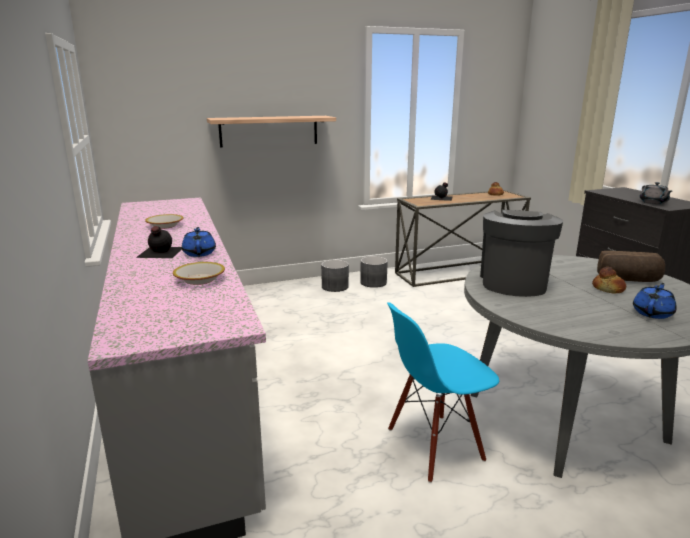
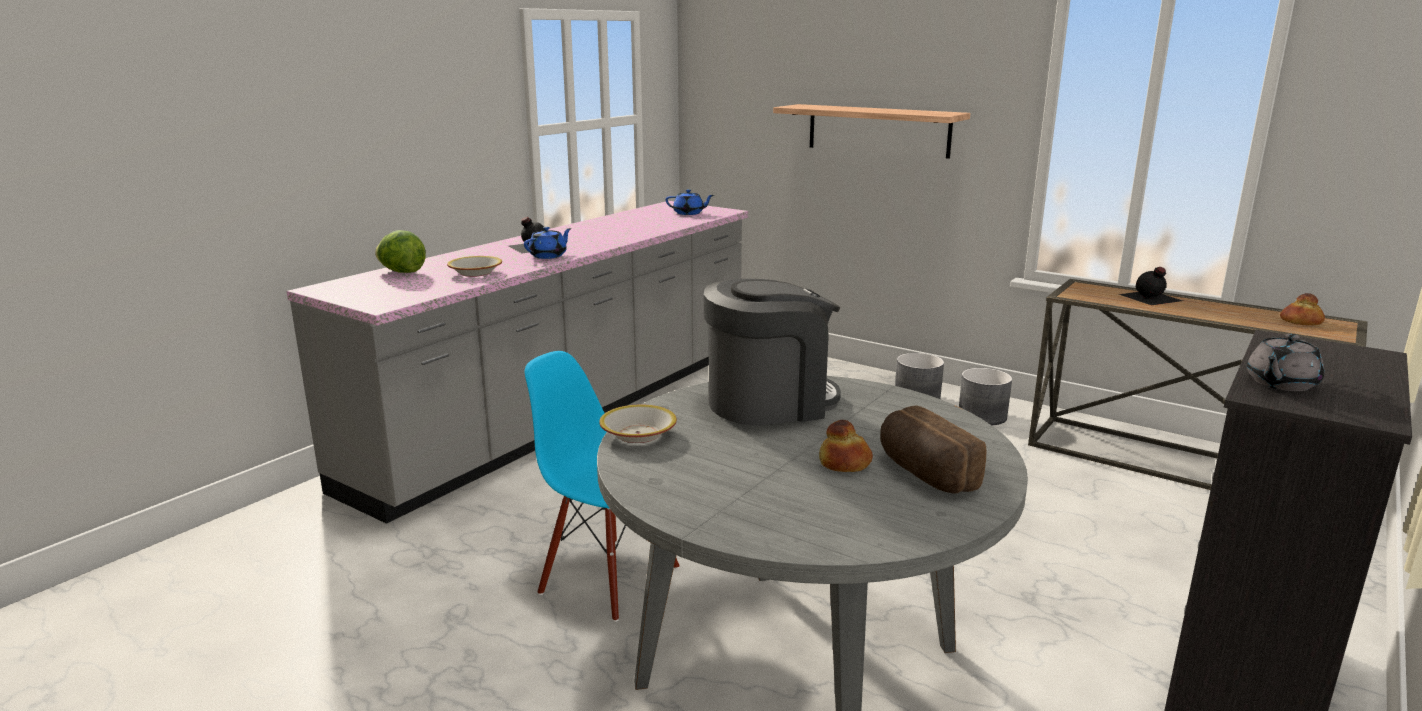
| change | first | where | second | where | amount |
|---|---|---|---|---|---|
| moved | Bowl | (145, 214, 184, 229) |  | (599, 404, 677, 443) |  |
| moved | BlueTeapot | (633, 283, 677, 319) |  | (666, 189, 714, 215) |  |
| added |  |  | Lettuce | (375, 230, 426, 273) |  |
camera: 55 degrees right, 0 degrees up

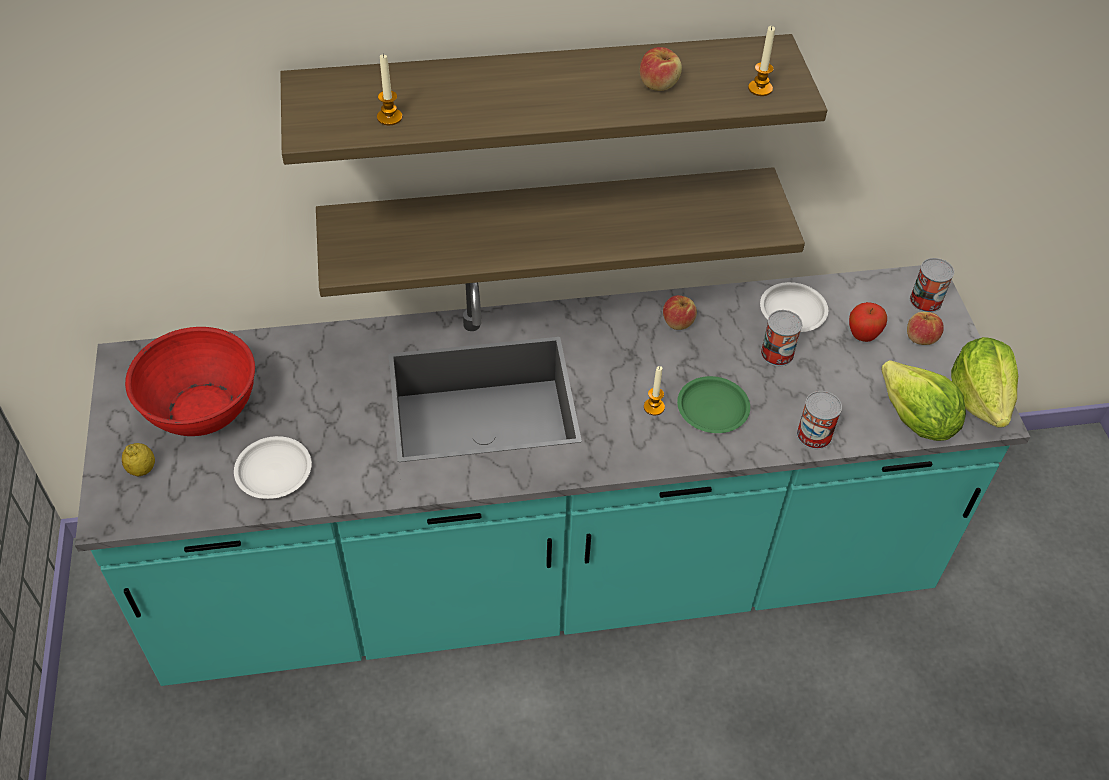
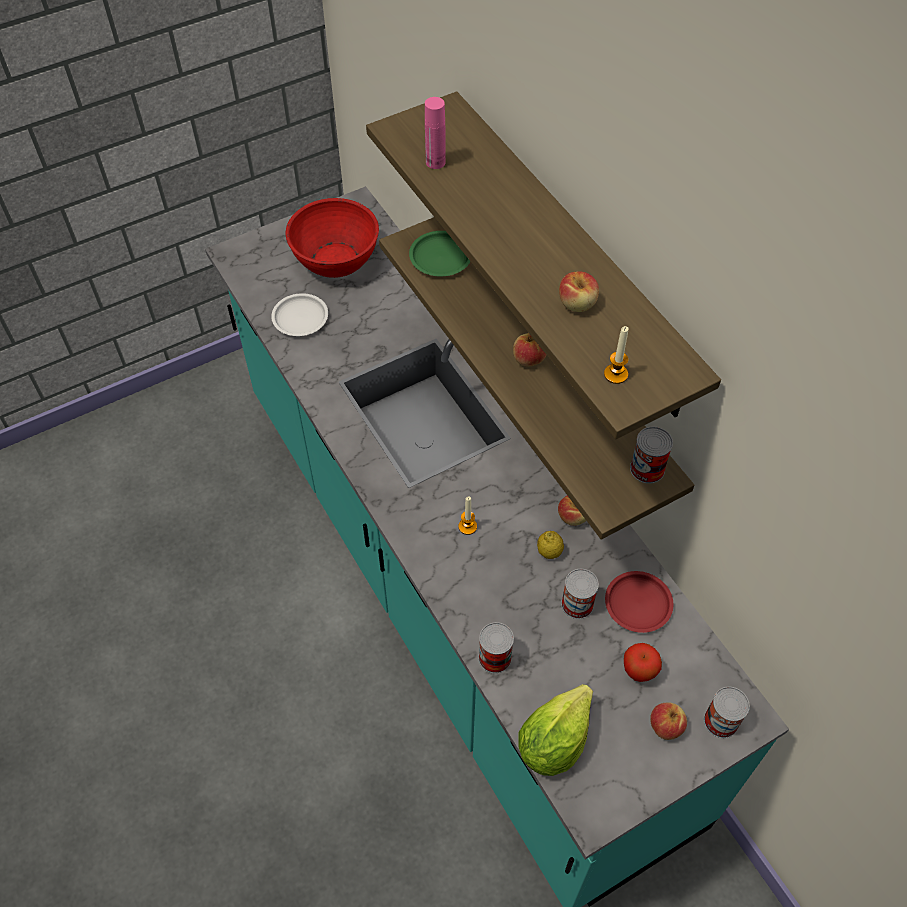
| change | first | where | second | where | amount |
|---|---|---|---|---|---|
| moved | Lemon | (122, 443, 155, 476) |  | (537, 531, 564, 559) |  |
| replaced | Candle | (377, 54, 402, 125) | PinkBottle | (425, 97, 446, 169) |  |
| moved | GreenPlate | (677, 376, 750, 433) |  | (409, 231, 471, 276) |  |
| recoloured | WhitePlate | (760, 282, 828, 332) | RedPlate | (605, 571, 673, 633) |  |
| removed | Lettuce | (951, 337, 1018, 427) |  |  |  |
| added |  |  | Apple | (513, 333, 546, 366) |  |
| added |  |  | Can | (630, 426, 673, 483) |  |
camera: 70 degrees right, 5 degrees up

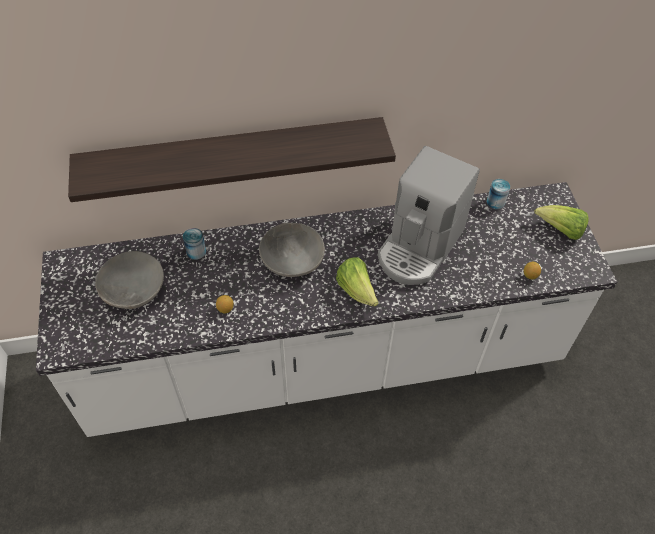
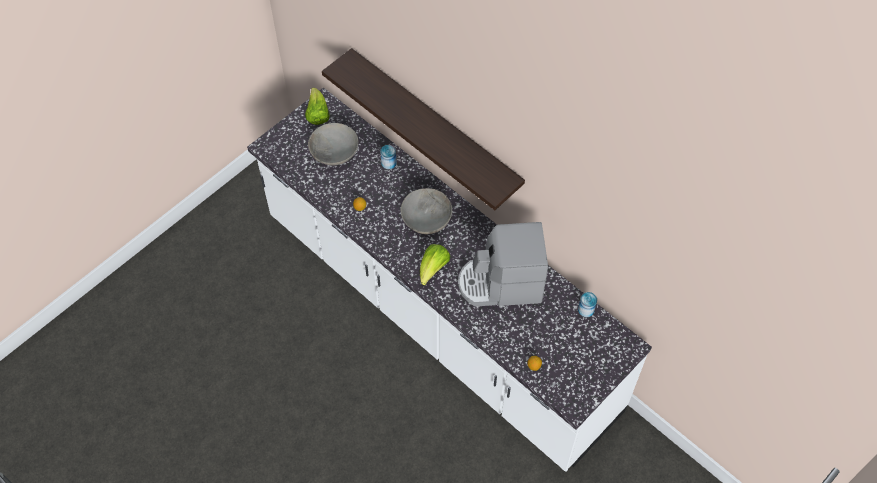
| change | first | where | second | where | amount |
|---|---|---|---|---|---|
| moved | Lettuce | (535, 205, 589, 240) |  | (305, 87, 330, 125) |  |
camera: 55 degrees right, 5 degrees up

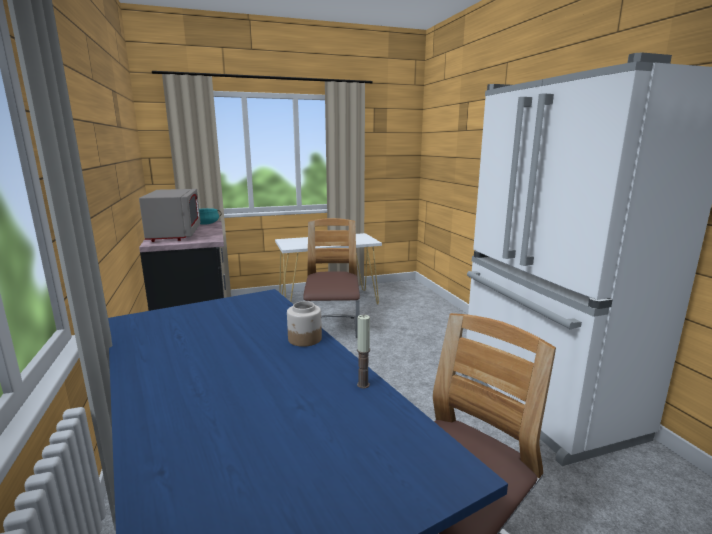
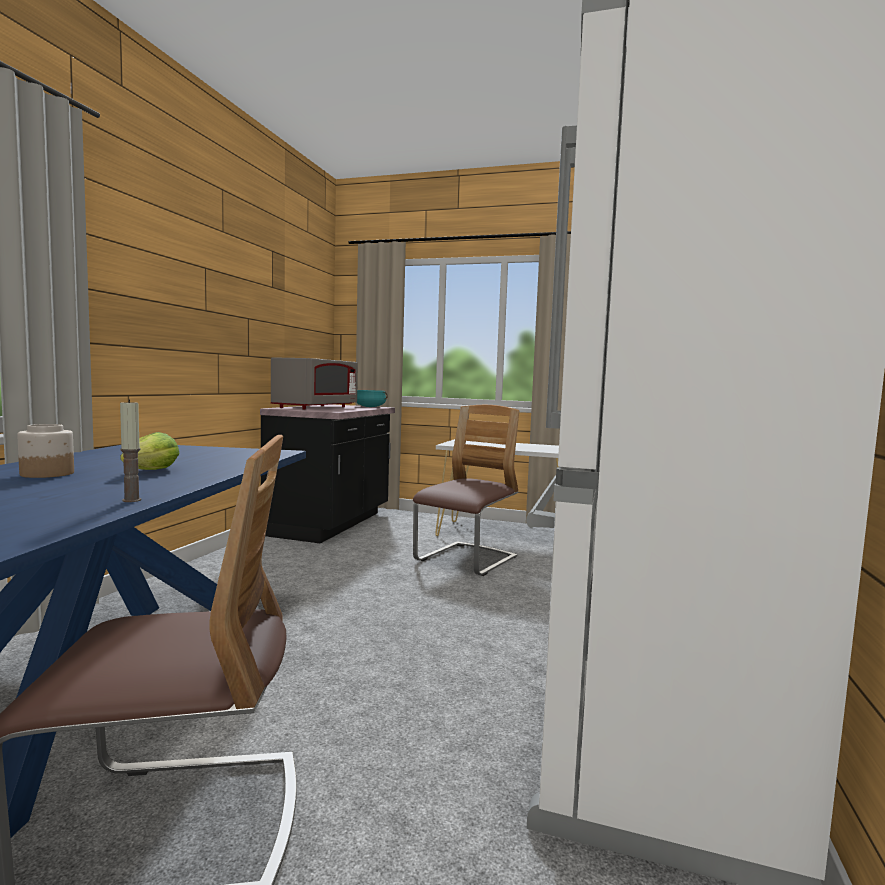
| change | first | where | second | where | amount |
|---|---|---|---|---|---|
| moved | Jar | (287, 301, 322, 347) |  | (17, 424, 74, 478) |  |
| added |  |  | Lettuce | (121, 432, 180, 470) |  |
camera: 35 degrees right, 10 degrees down

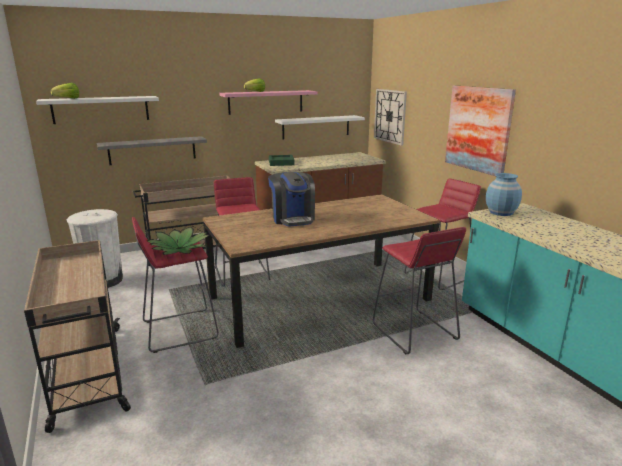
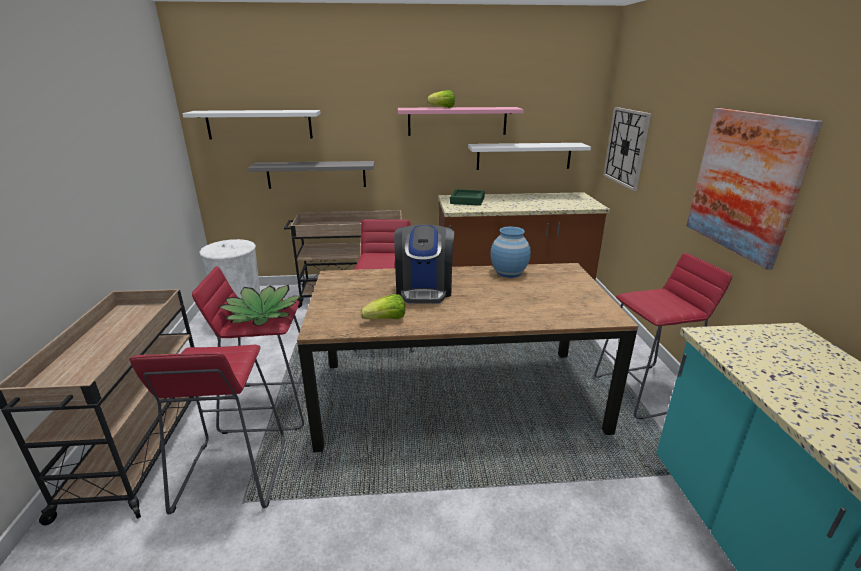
| change | first | where | second | where | amount |
|---|---|---|---|---|---|
| moved | Lettuce | (51, 83, 79, 99) |  | (361, 294, 405, 319) |  |
| moved | RedStool | (373, 227, 466, 355) |  | (129, 345, 285, 515) |  |
| moved | BlueVase | (486, 173, 522, 216) |  | (490, 227, 531, 278) |  |
camera: 20 degrees right, 5 degrees up

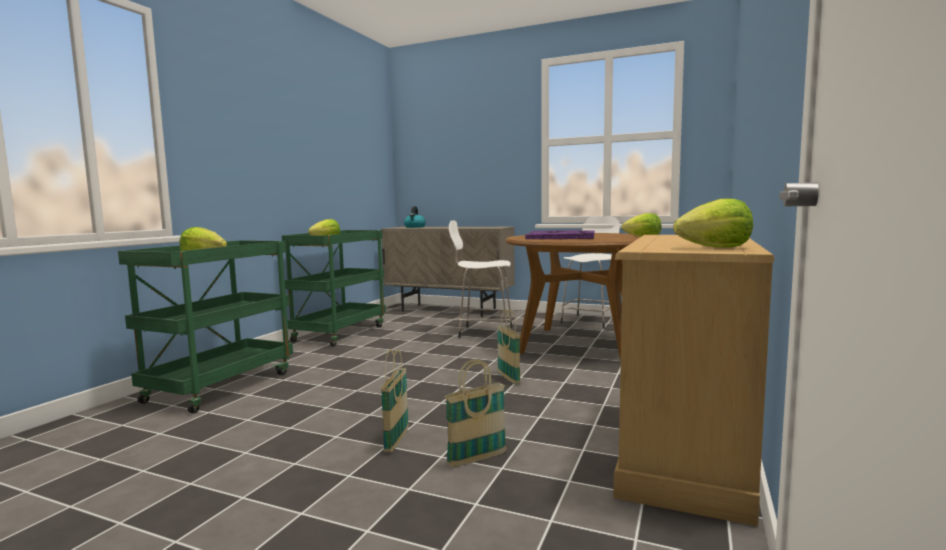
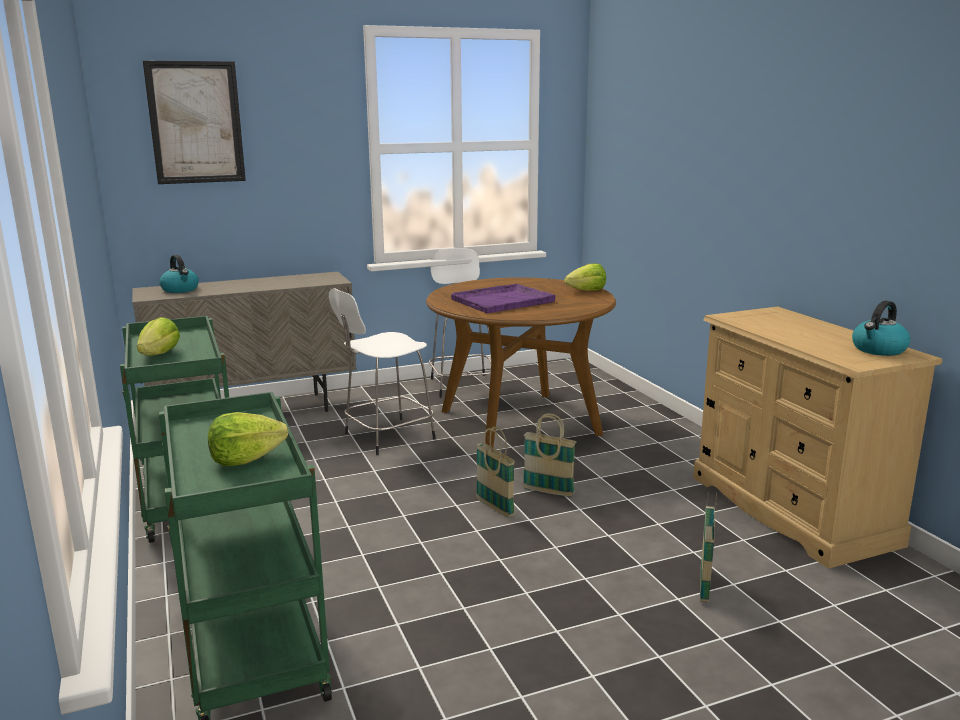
| change | first | where | second | where | amount |
|---|---|---|---|---|---|
| moved | Basket | (381, 349, 409, 452) |  | (476, 427, 515, 517) |  |
| replaced | Lettuce | (674, 199, 753, 248) | Kettle | (852, 300, 910, 356) |  |
| added |  |  | Picture | (143, 61, 246, 184) |  |
camera: 45 degrees left, 10 degrees up

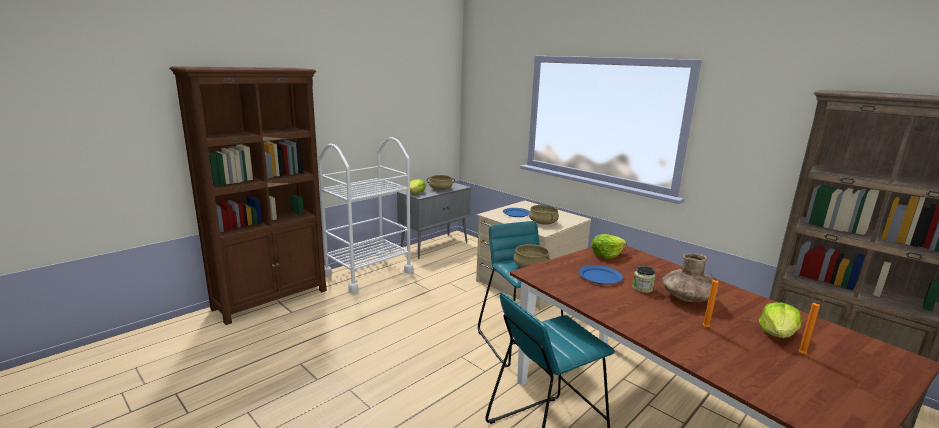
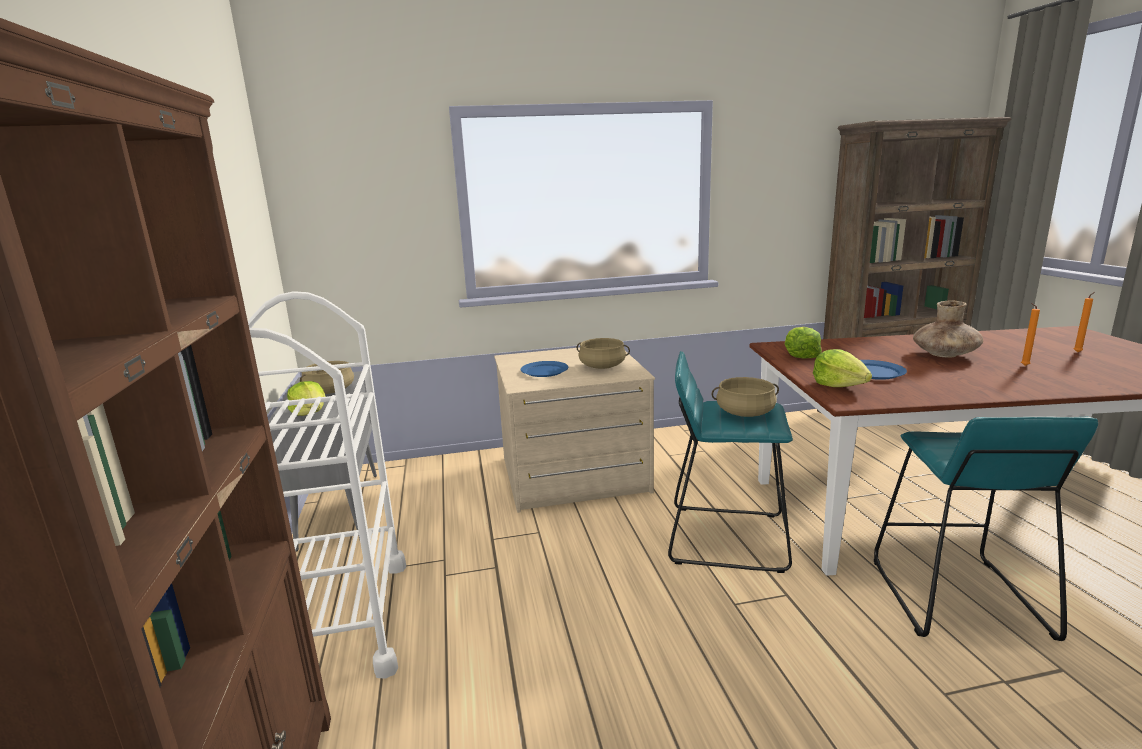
| change | first | where | second | where | amount |
|---|---|---|---|---|---|
| removed | Jar | (633, 266, 655, 293) |  |  |  |
| moved | Lettuce | (759, 303, 801, 338) |  | (813, 349, 872, 387) |  |
camera: 55 degrees left, 0 degrees up

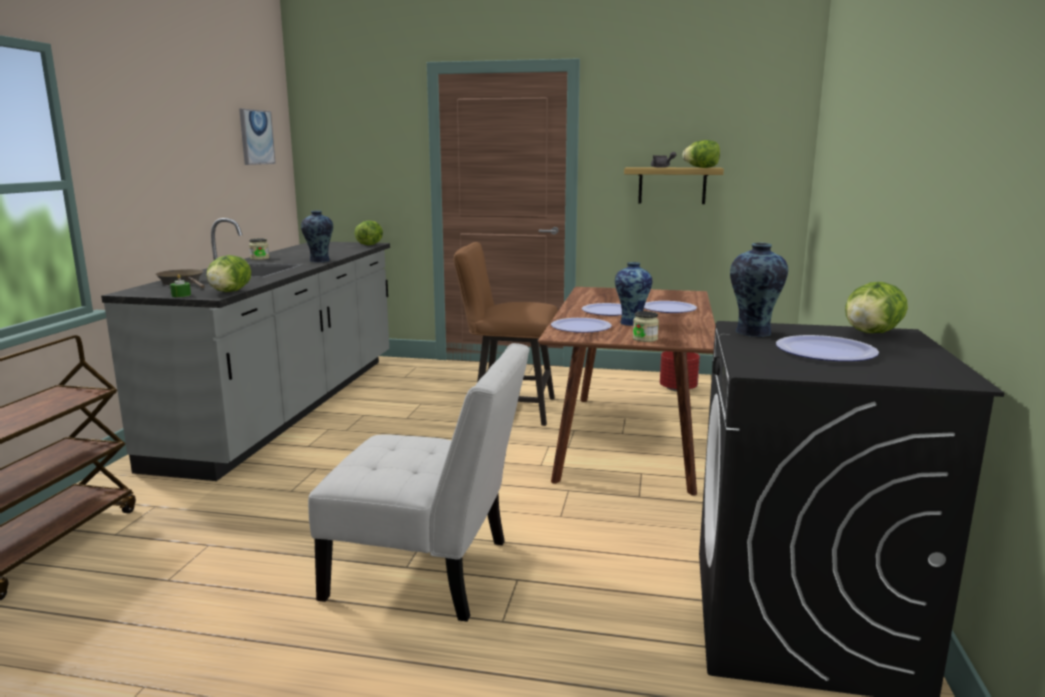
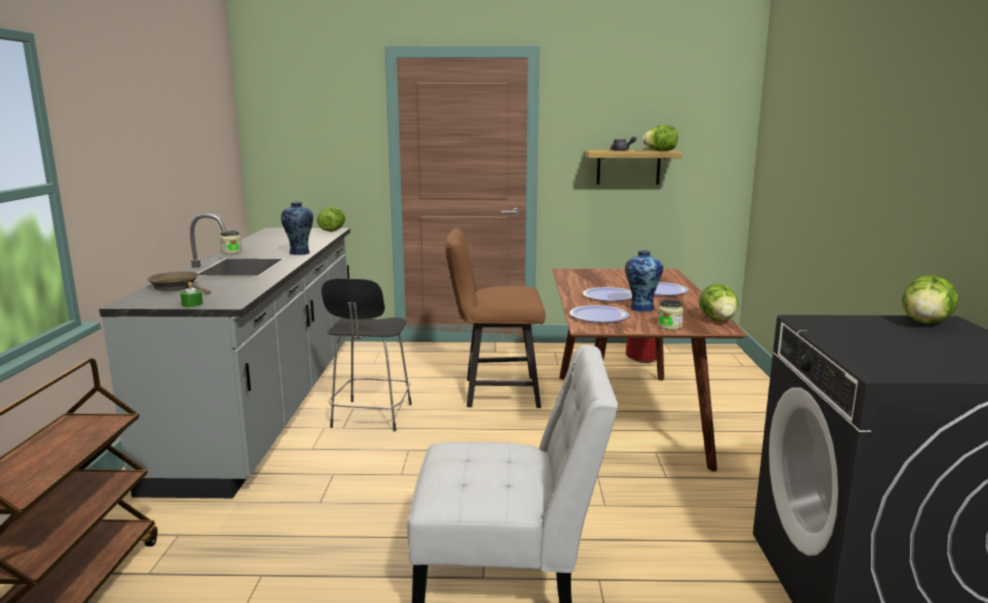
| change | first | where | second | where | amount |
|---|---|---|---|---|---|
| moved | Lettuce | (207, 255, 251, 292) |  | (699, 284, 738, 321) |  |
| removed | Picture | (239, 109, 276, 165) |  |  |  |
| removed | Vase | (730, 243, 788, 337) |  |  |  |
| removed | Plate | (776, 335, 879, 361) |  |  |  |
| added |  |  | BlackStool | (321, 279, 412, 432) |  |
camera: 10 degrees left, 0 degrees up

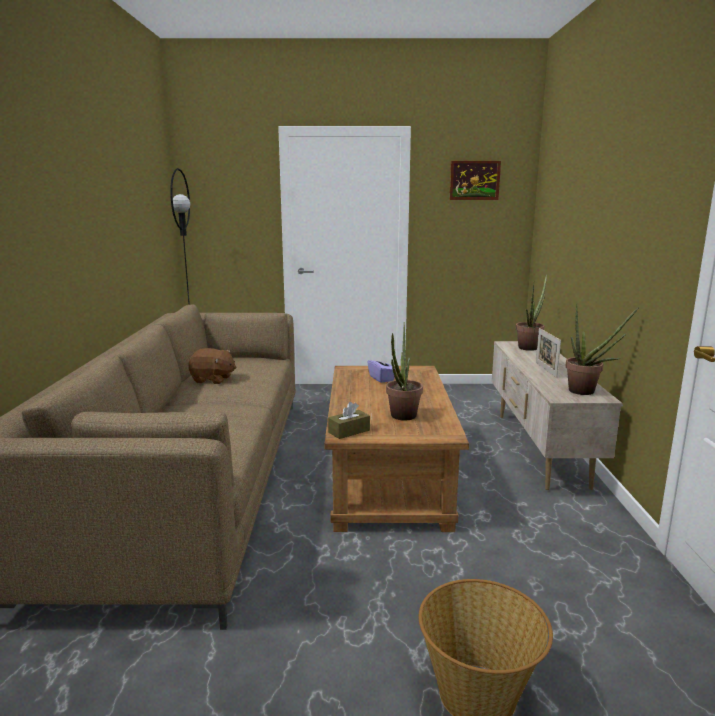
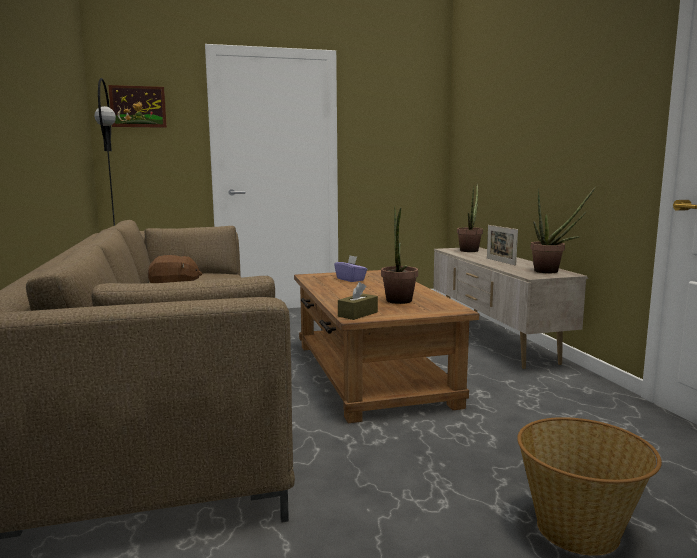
| change | first | where | second | where | amount |
|---|---|---|---|---|---|
| moved | Picture | (449, 161, 501, 200) |  | (108, 85, 167, 128) |  |
camera: 15 degrees left, 5 degrees down

